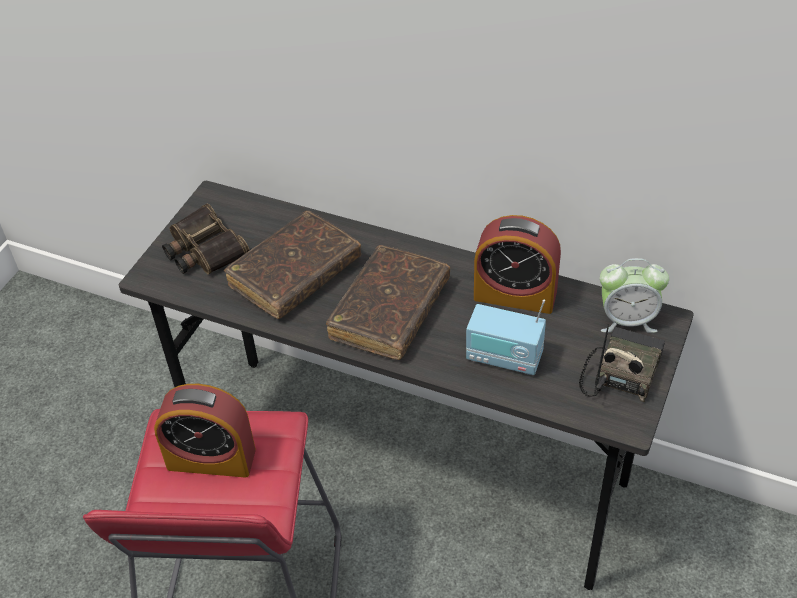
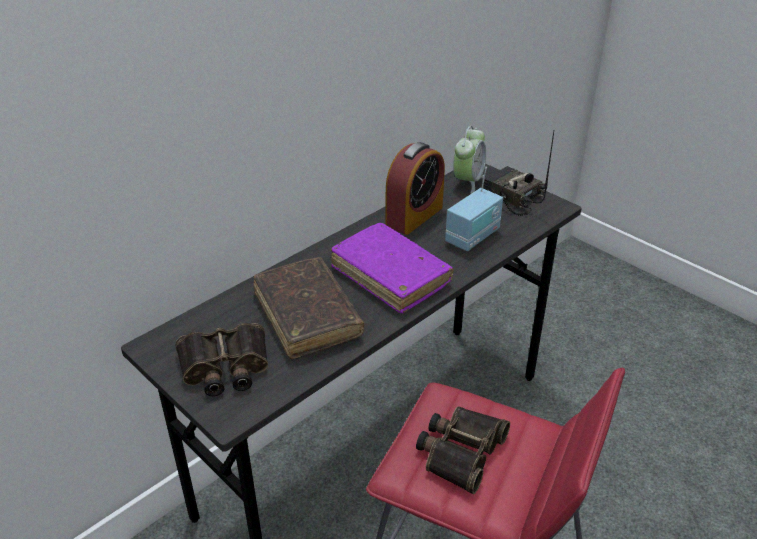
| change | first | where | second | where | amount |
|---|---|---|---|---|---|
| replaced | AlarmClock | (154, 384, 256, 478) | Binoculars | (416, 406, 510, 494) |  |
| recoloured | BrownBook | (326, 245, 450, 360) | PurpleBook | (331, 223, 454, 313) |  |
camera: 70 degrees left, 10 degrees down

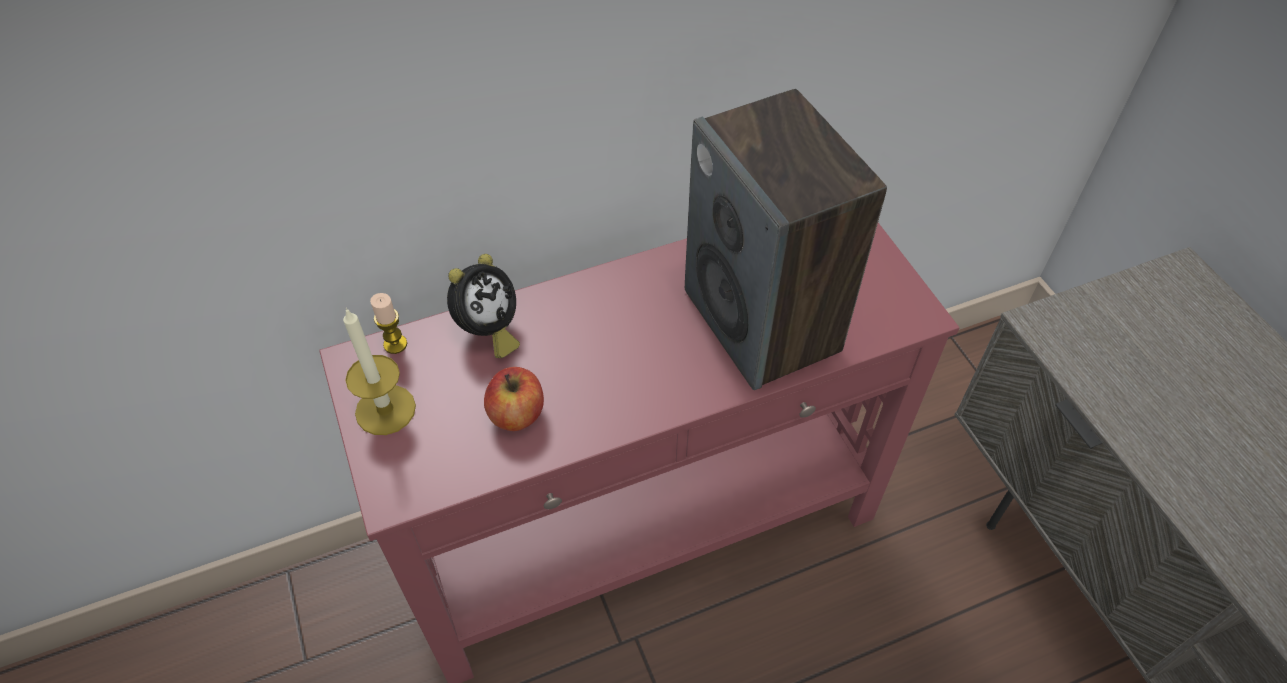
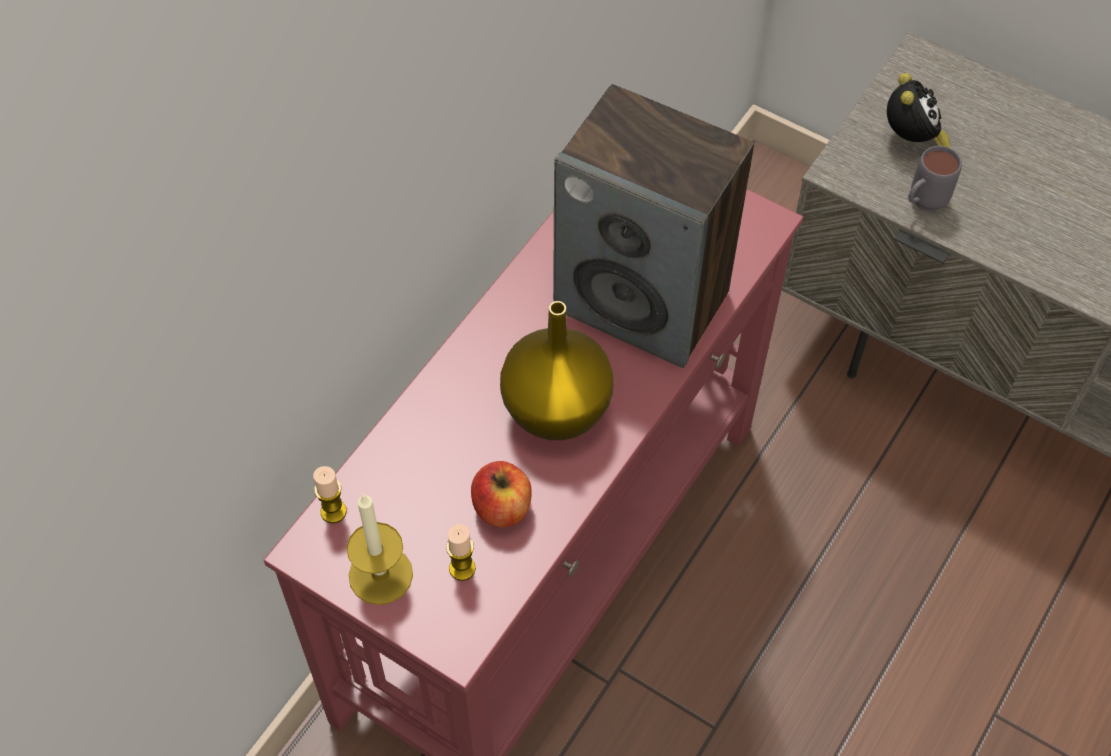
| change | first | where | second | where | amount |
|---|---|---|---|---|---|
| moved | AlarmClock | (447, 254, 520, 358) |  | (887, 73, 950, 148) |  |
| added |  |  | Candle | (446, 524, 476, 581) |  |
| added |  |  | YellowVase | (500, 301, 614, 440) |  |
| added |  |  | GreyMug | (908, 146, 962, 212) |  |
camera: 35 degrees left, 5 degrees up

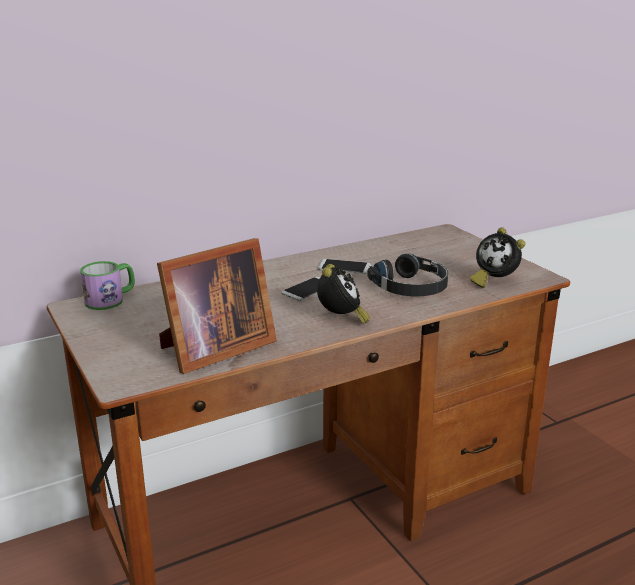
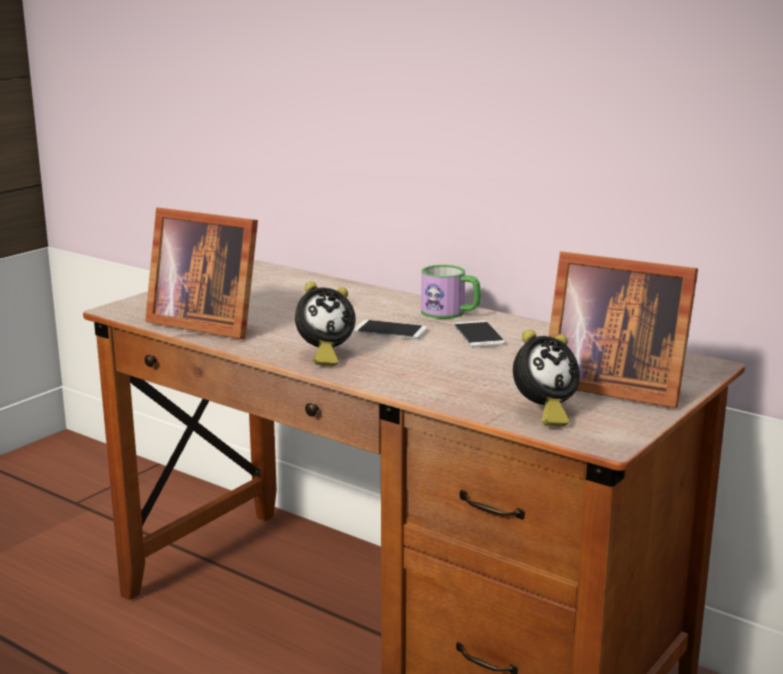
| change | first | where | second | where | amount |
|---|---|---|---|---|---|
| moved | Mug | (80, 261, 135, 310) |  | (421, 265, 481, 319) |  |
| removed | BlackHeadphones | (367, 254, 448, 297) |  |  |  |
| turned | AlarmClock | (470, 228, 525, 288) |  | (513, 329, 580, 426) | 135 degrees counterclockwise |
| added |  |  | PictureFrame | (549, 251, 698, 408) |  |
camera: 65 degrees right, 5 degrees down

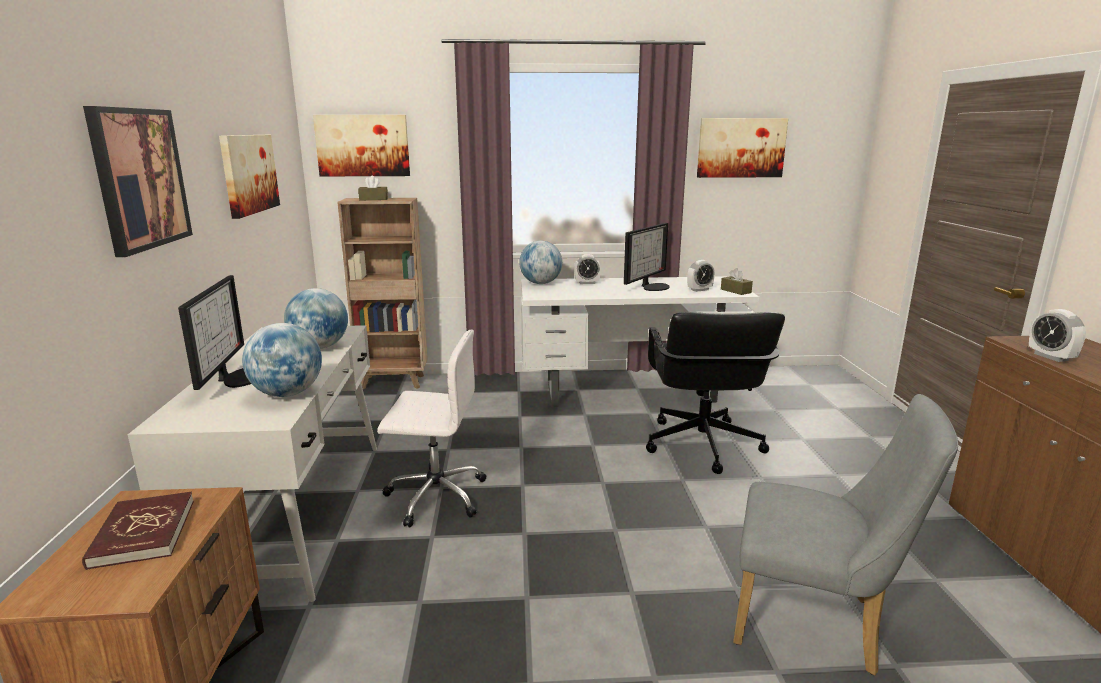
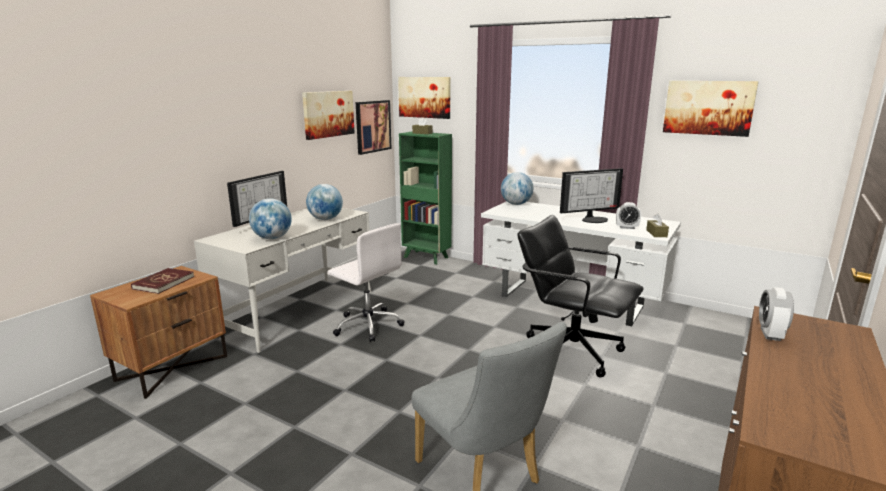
| change | first | where | second | where | amount |
|---|---|---|---|---|---|
| moved | Picture | (83, 106, 193, 257) |  | (356, 100, 391, 155) |  |
| recoloured | BrownBookcase | (337, 198, 428, 389) | GreenBookcase | (399, 132, 452, 265) |  |
| removed | AlarmClock | (574, 254, 601, 284) |  |  |  |
| turned | BlackOfficeChair | (646, 312, 785, 474) |  | (518, 215, 644, 377) | 90 degrees clockwise |
camera: 35 degrees right, 0 degrees up

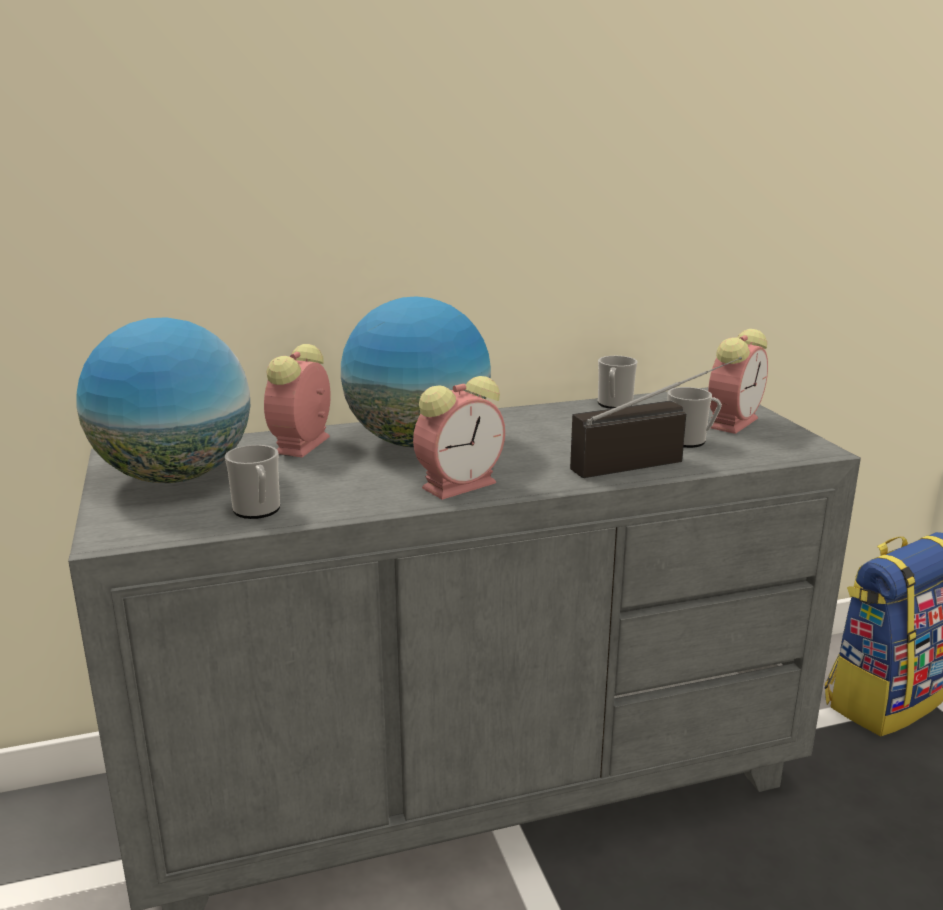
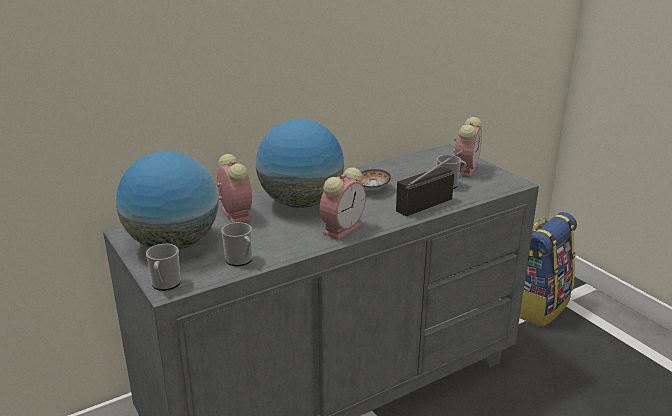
| change | first | where | second | where | amount |
|---|---|---|---|---|---|
| turned | AlarmClock | (264, 344, 331, 457) |  | (217, 154, 252, 223) | 150 degrees clockwise |
| moved | Mug | (598, 356, 638, 409) |  | (146, 244, 181, 291) |  |
| added |  |  | Bowl | (355, 169, 391, 191) |  |
camera: 15 degrees left, 5 degrees up

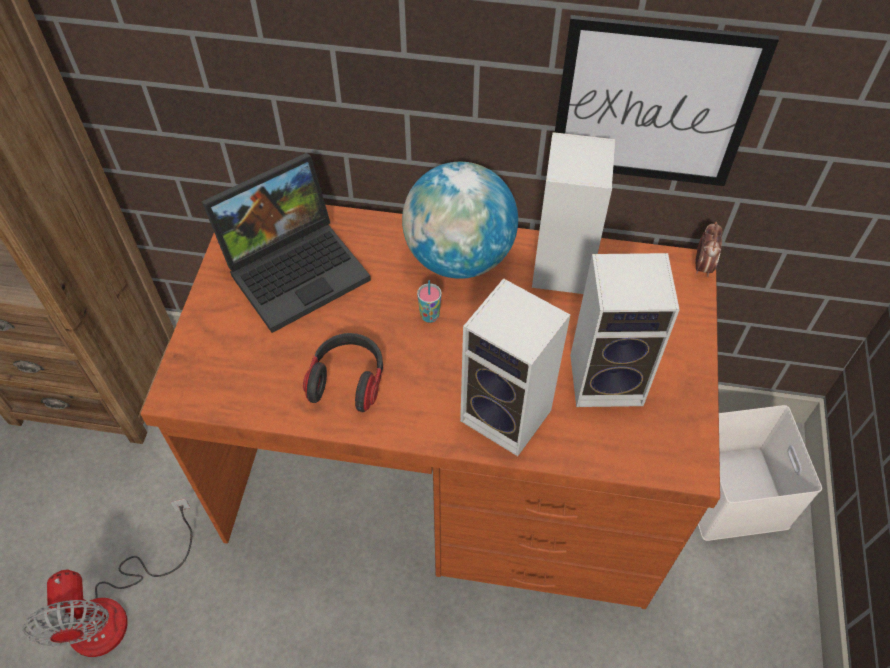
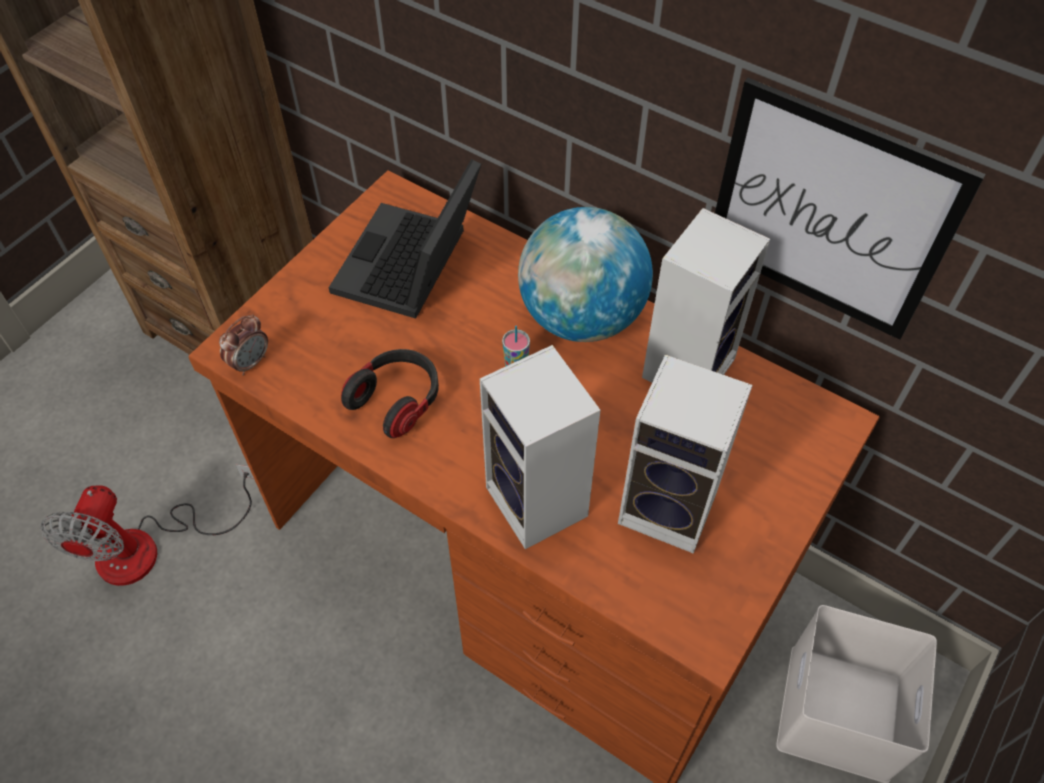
| change | first | where | second | where | amount |
|---|---|---|---|---|---|
| turned | Laptop | (202, 153, 371, 333) |  | (329, 159, 481, 319) | 120 degrees clockwise |
| moved | AlarmClock | (695, 222, 722, 277) |  | (219, 314, 268, 376) |  |
camera: 25 degrees right, 0 degrees up

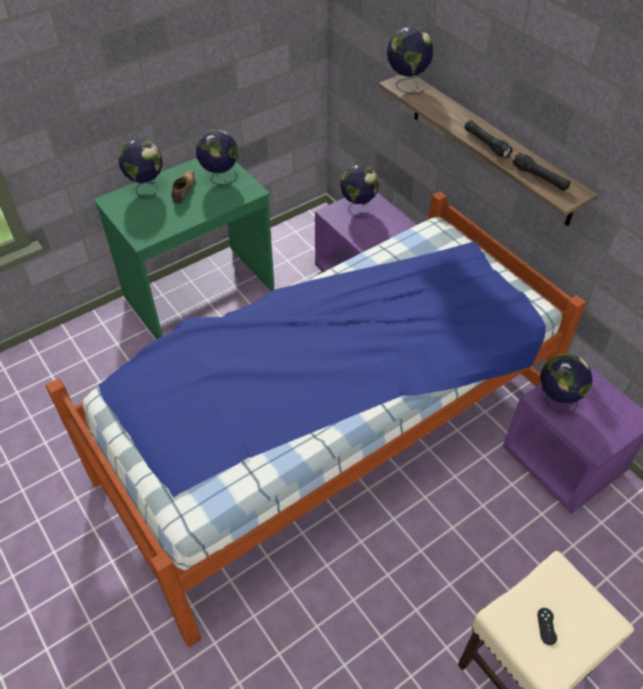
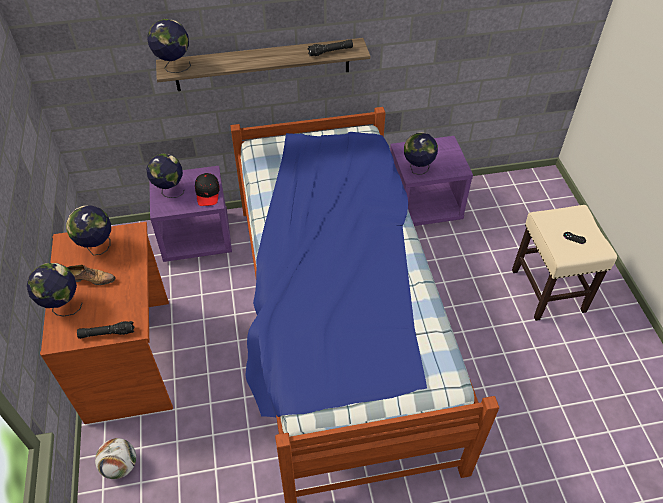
| change | first | where | second | where | amount |
|---|---|---|---|---|---|
| recoloured | GreenDesk | (93, 158, 275, 339) | BrownDesk | (40, 222, 173, 424) |  |
| turned | Shoe | (171, 170, 194, 204) |  | (67, 265, 115, 285) | 150 degrees clockwise |
| moved | BlackFlashlight | (464, 120, 513, 159) |  | (77, 321, 135, 339) |  |
| added |  |  | Football | (95, 438, 136, 479) |  |
| added |  |  | BlackCap | (195, 173, 220, 206) |  |
camera: 65 degrees left, 0 degrees up

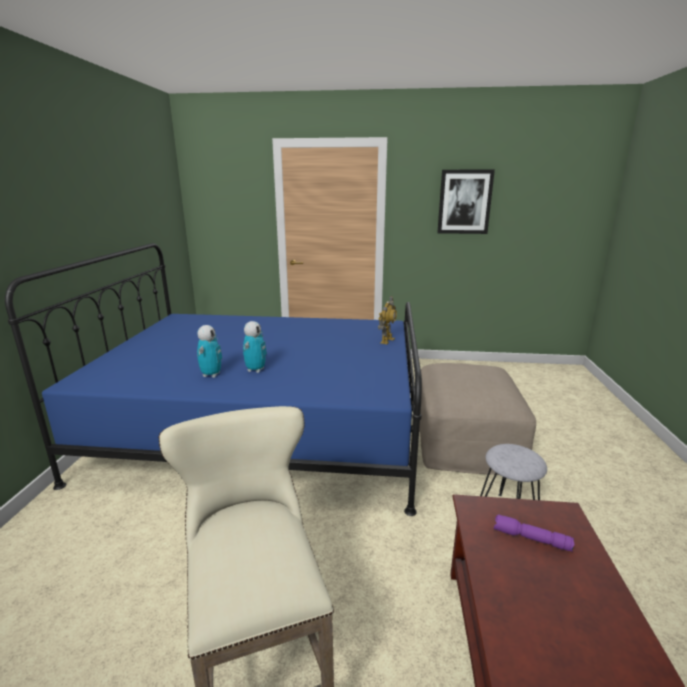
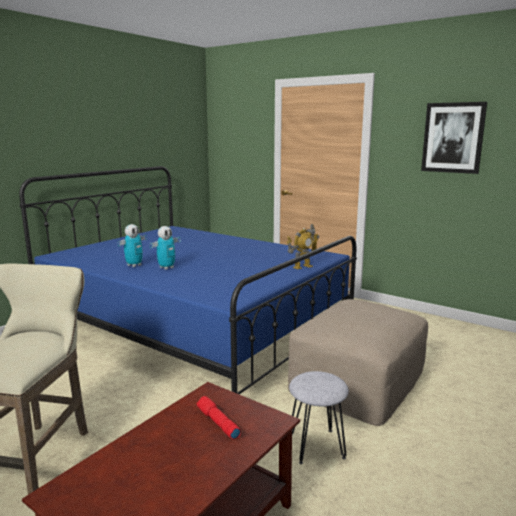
| change | first | where | second | where | amount |
|---|---|---|---|---|---|
| recoloured | PurpleFlashlight | (494, 514, 574, 552) | RedFlashlight | (197, 396, 240, 440) |  |
camera: 30 degrees right, 5 degrees down

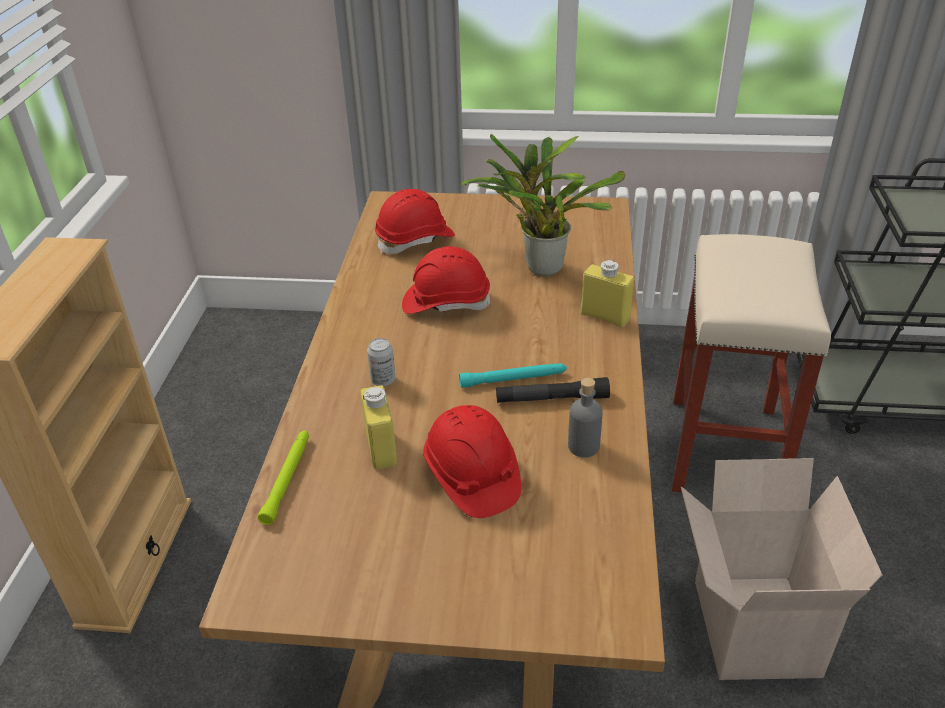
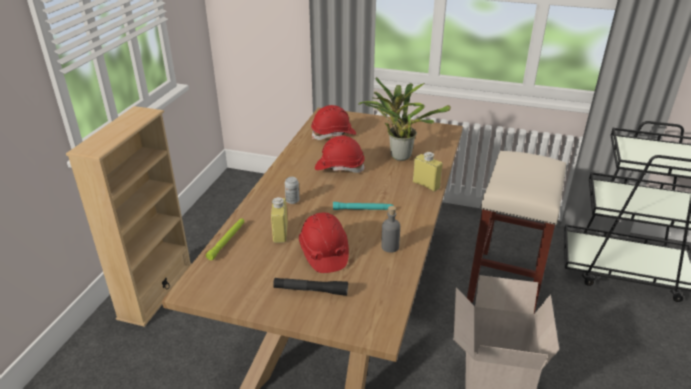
| change | first | where | second | where | amount |
|---|---|---|---|---|---|
| moved | BlackFlashlight | (496, 377, 610, 403) |  | (273, 278, 348, 296) |  |
camera: 10 degrees right, 5 degrees down

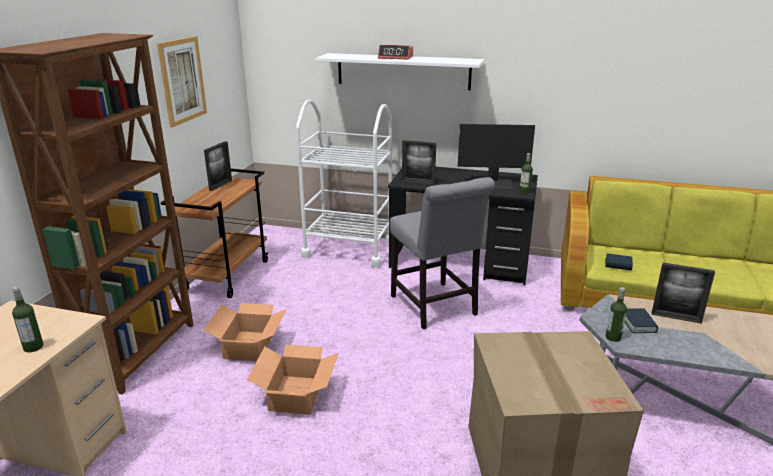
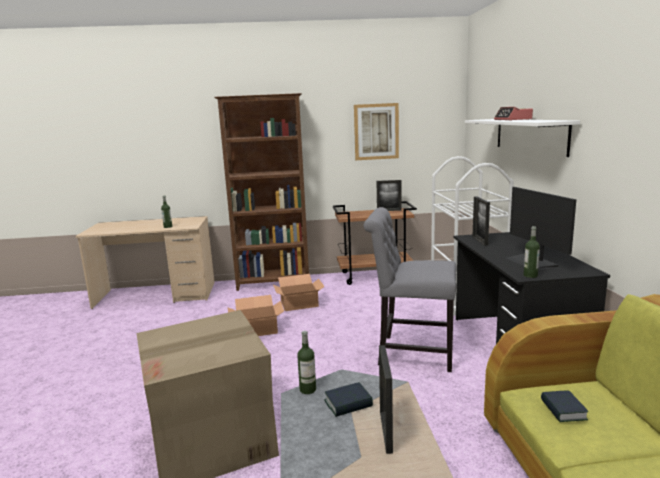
| change | first | where | second | where | amount |
|---|---|---|---|---|---|
| turned | GreyChair | (390, 177, 495, 329) |  | (364, 207, 457, 372) | 60 degrees clockwise |
camera: 70 degrees right, 10 degrees down

